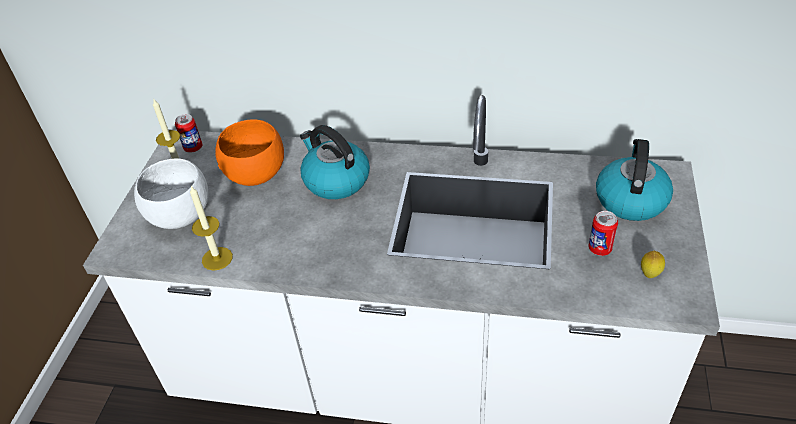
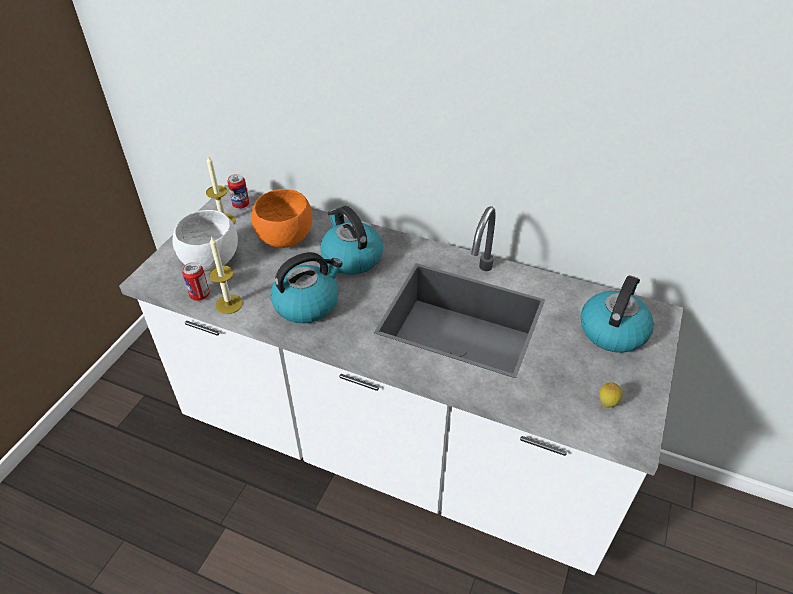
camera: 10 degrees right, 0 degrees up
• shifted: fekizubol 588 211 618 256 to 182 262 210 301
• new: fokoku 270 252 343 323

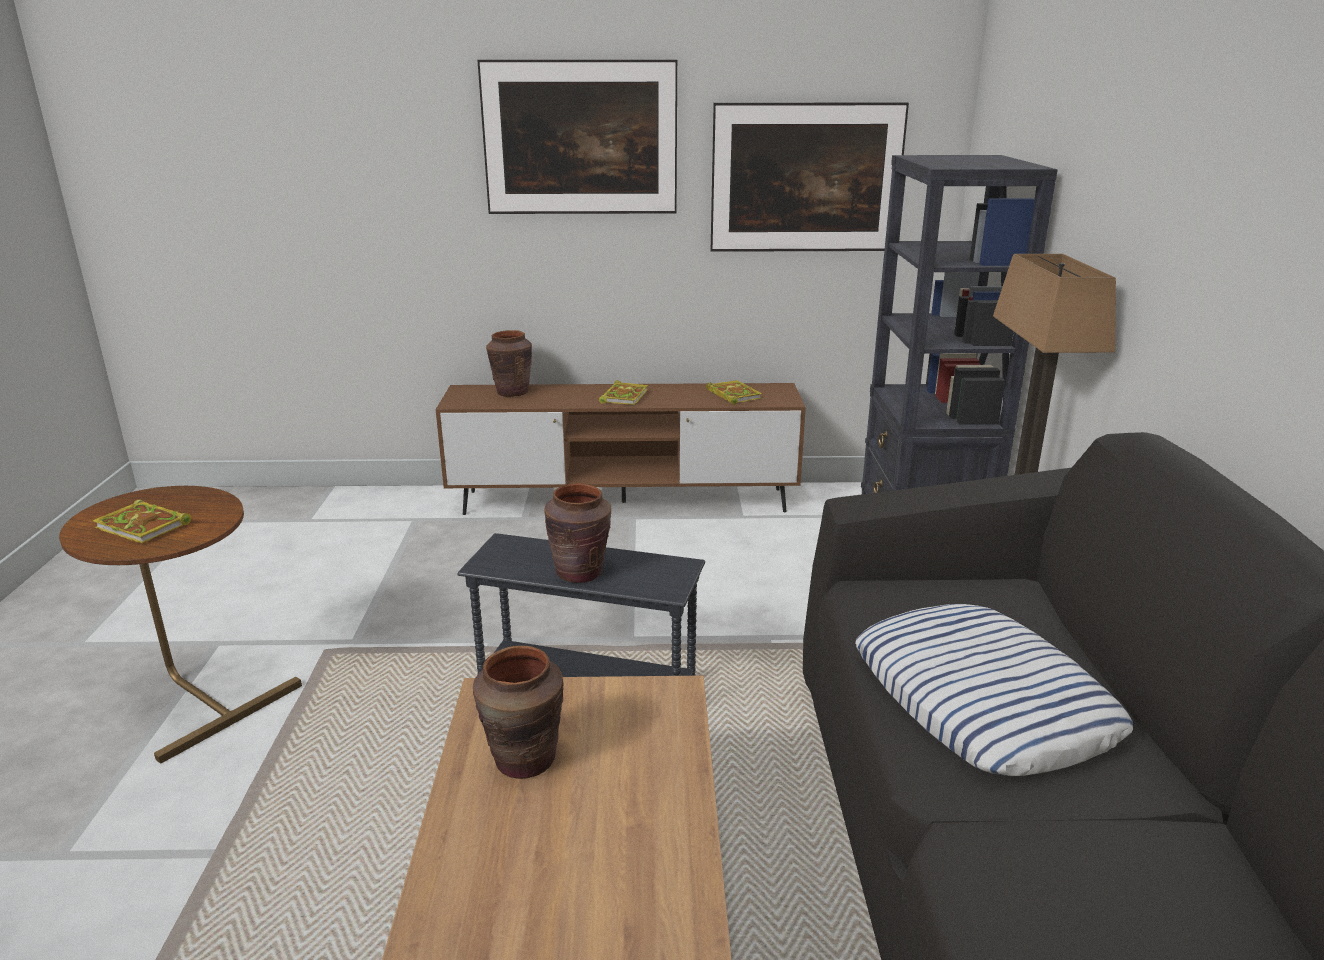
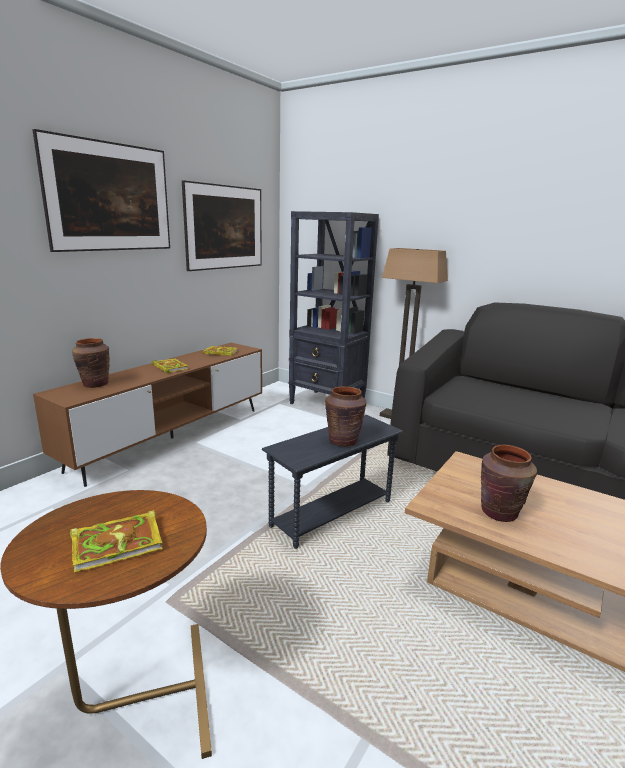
camera: 55 degrees left, 5 degrees down
• gone: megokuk 855 604 1133 776

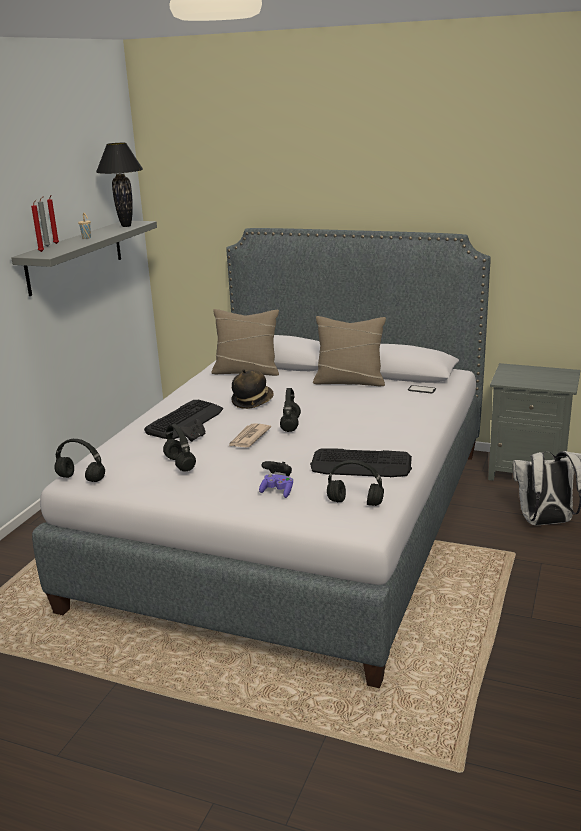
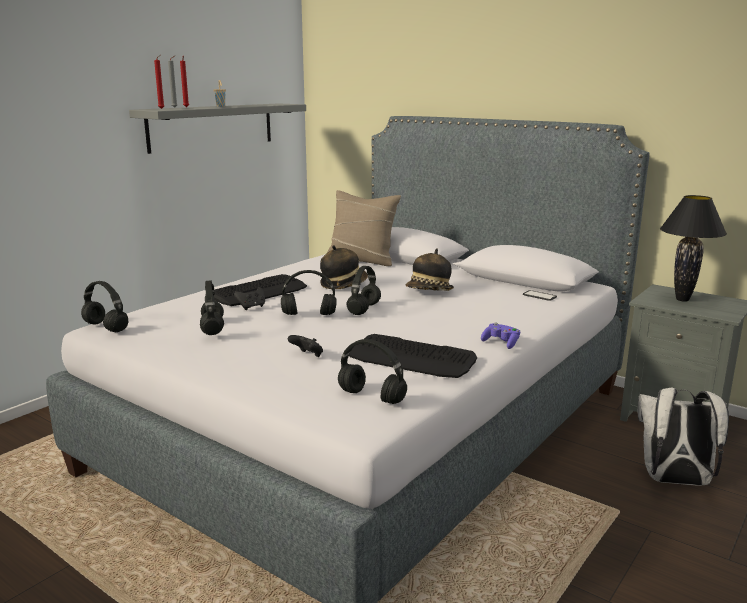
camera: 15 degrees right, 5 degrees down
• shifted: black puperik 96 143 143 227 to 660 195 727 302
• swapped: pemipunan 228 423 271 447 to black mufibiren 281 270 337 315
• shifted: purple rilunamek 259 474 293 498 to 481 323 520 349
• gone: beige megokuk 313 316 386 386
• new: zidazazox 406 248 454 291

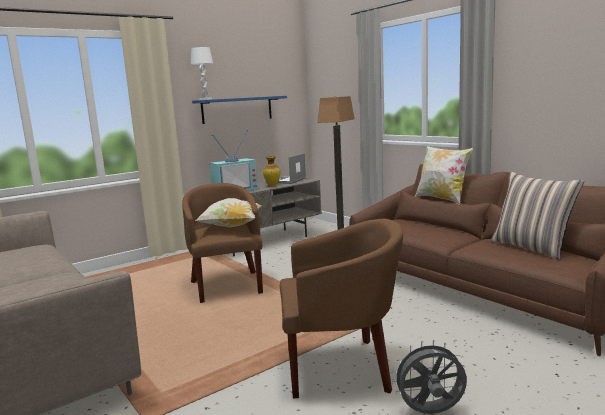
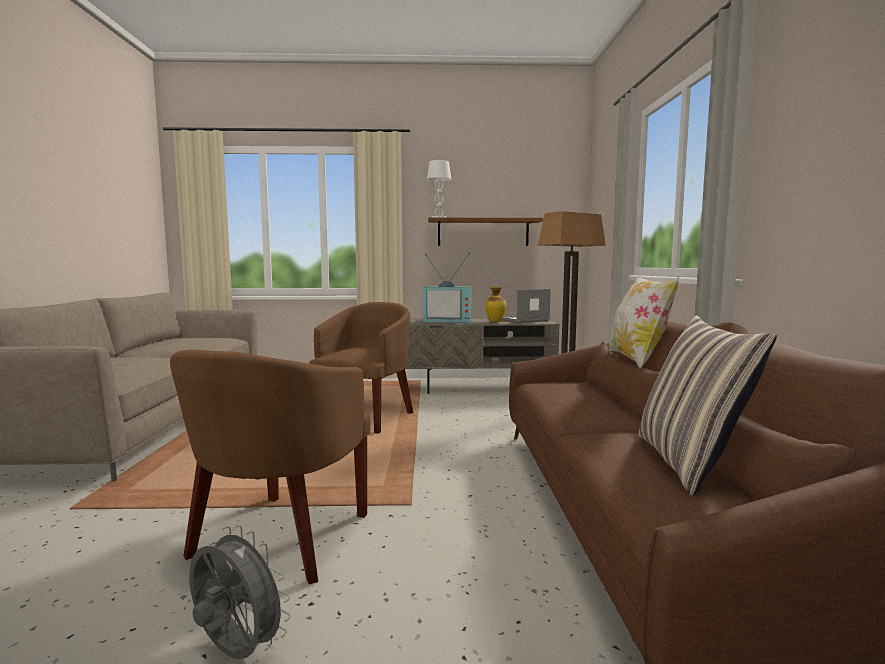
camera: 35 degrees right, 5 degrees down
• repainted: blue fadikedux 192 96 287 124 to brown fadikedux 428 218 543 246
• gone: megokuk 195 198 262 227
• rotated: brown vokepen 280 219 403 399 = 170 350 371 584 75 degrees clockwise

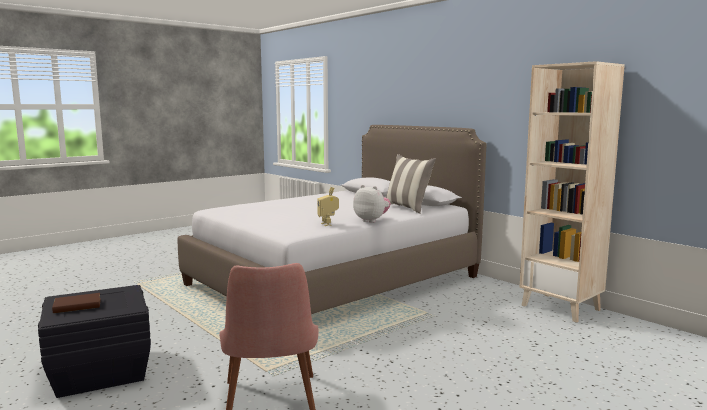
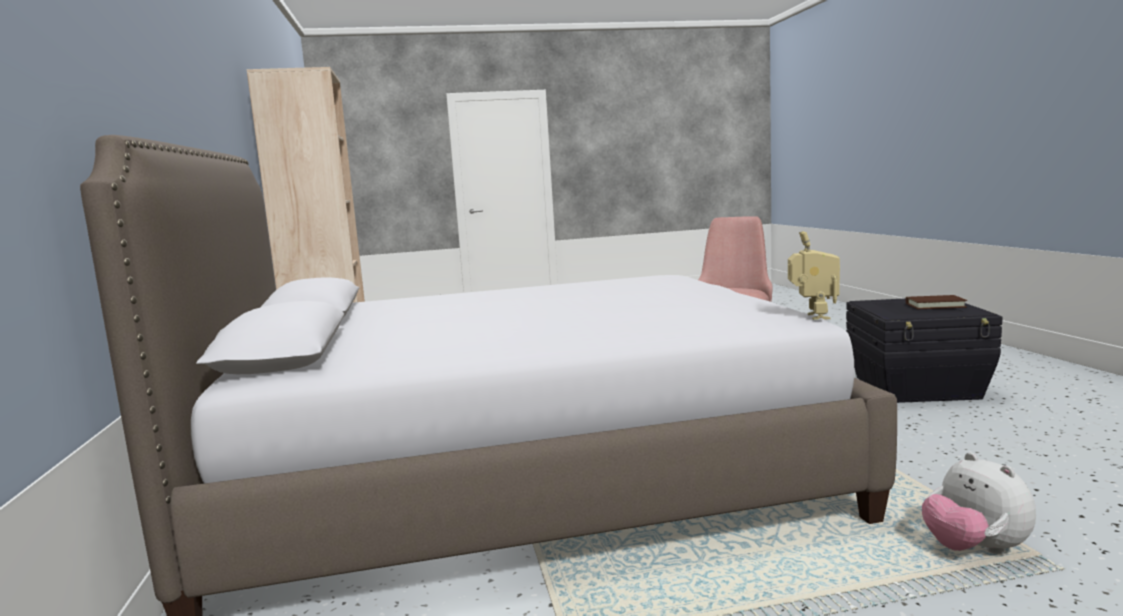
camera: 150 degrees left, 0 degrees up
• shifted: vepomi 317 187 339 226 to 788 231 840 320
• shifted: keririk 353 185 390 223 to 922 452 1036 554
• gone: megokuk 386 154 436 214

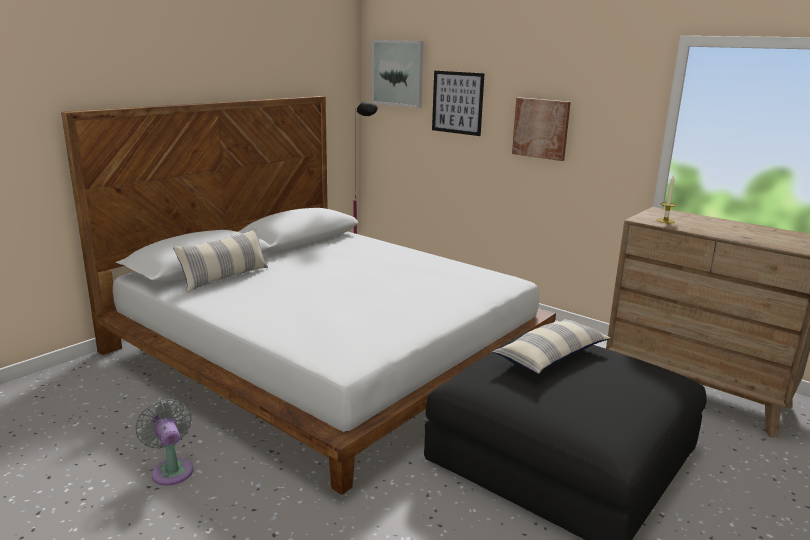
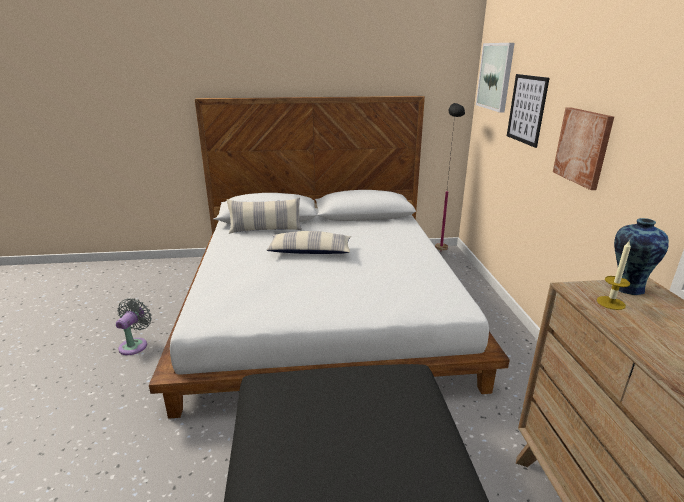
camera: 45 degrees right, 5 degrees up
• shifted: megokuk 492 319 611 374 to 266 231 351 254
• new: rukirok 614 218 669 295

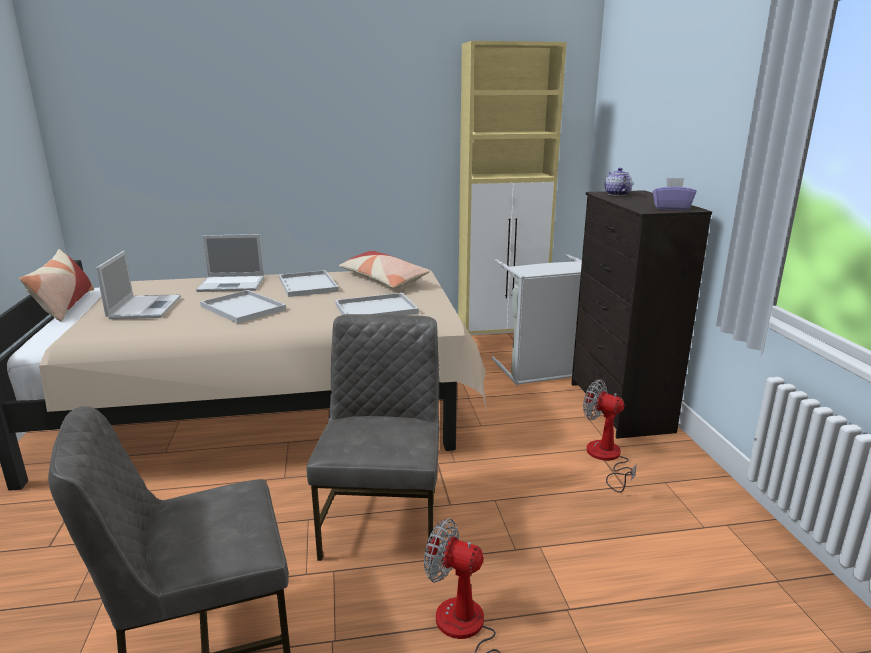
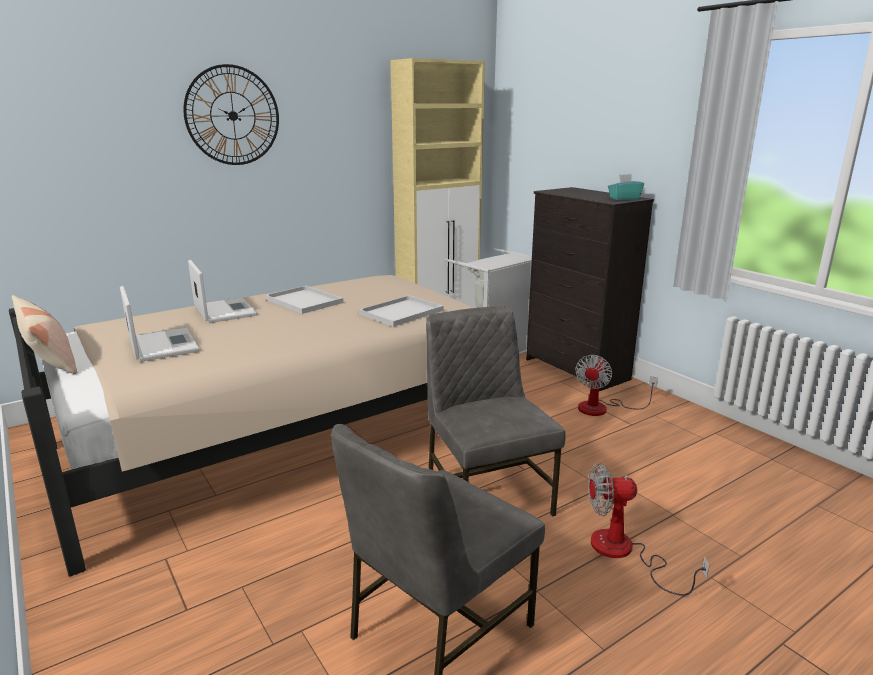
camera: 25 degrees left, 0 degrees up
• rotated: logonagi 196 234 264 292 = 188 260 257 323 90 degrees counterclockwise
• gone: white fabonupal 200 290 286 324
• gone: megokuk 339 251 430 288
• rotated: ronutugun 583 379 637 493 = 575 355 658 416 75 degrees counterclockwise
• gone: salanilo 604 168 633 196
• repainted: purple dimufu 653 178 696 210 to turquoise dimufu 608 174 644 200
• new: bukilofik 183 64 279 165

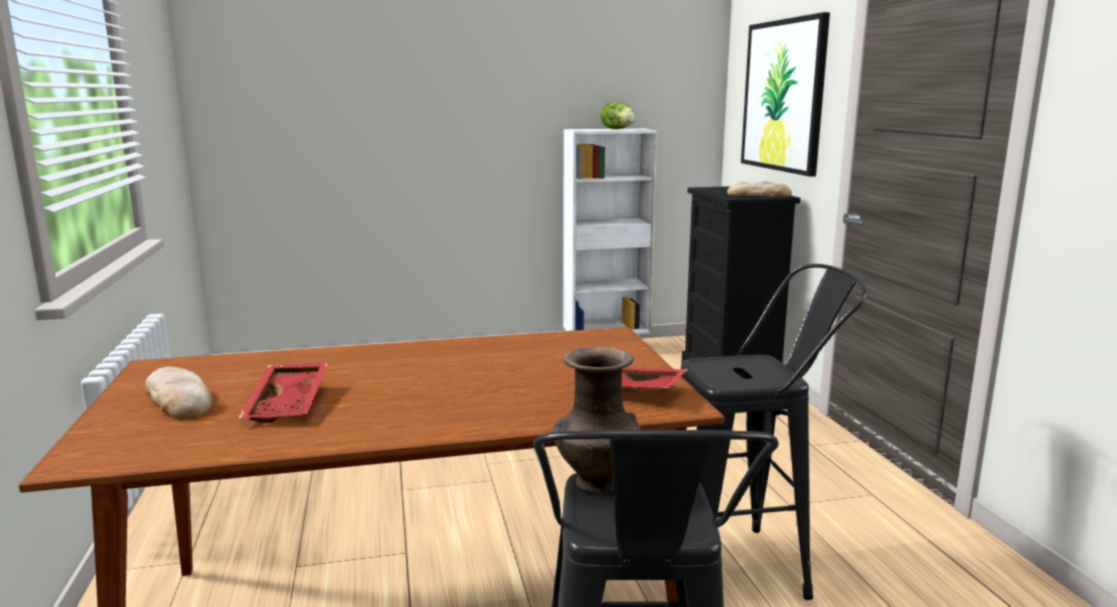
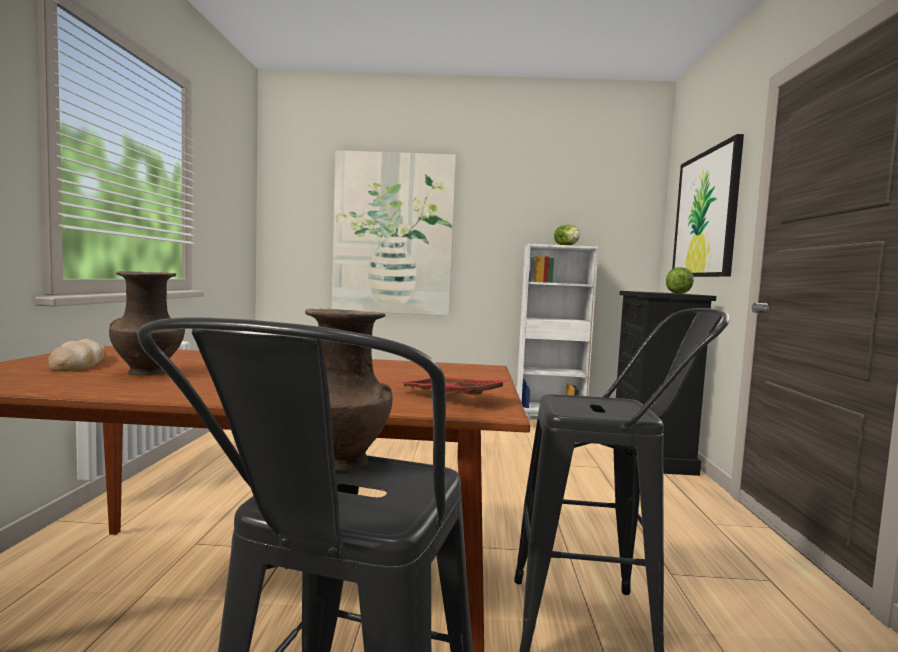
camera: 15 degrees right, 10 degrees down
• swapped: red fabonupal 239 363 328 423 to brown rukirok 109 271 185 376
• swapped: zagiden 727 181 792 197 to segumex 666 267 694 294
• new: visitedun 332 150 456 316

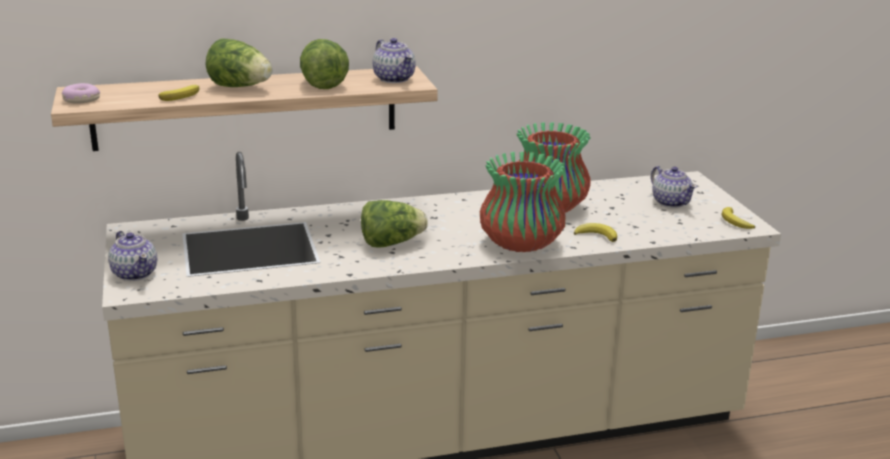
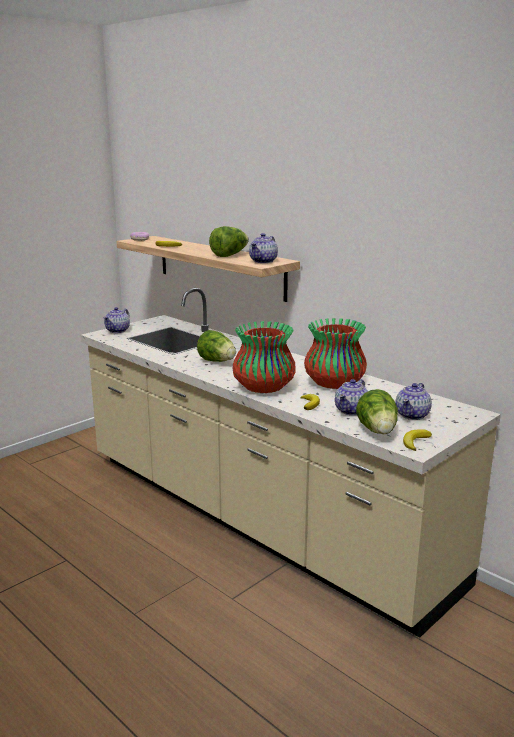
camera: 60 degrees right, 5 degrees down
• shifted: segumex 205 38 273 87 to 356 389 398 434
• new: salanilo 335 379 368 416

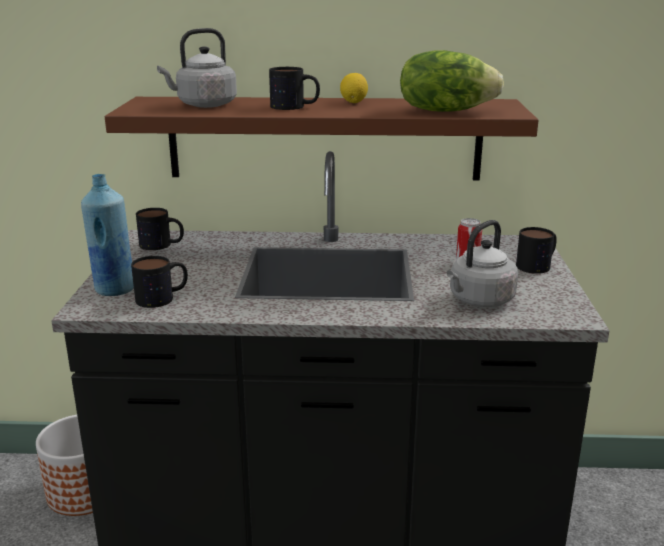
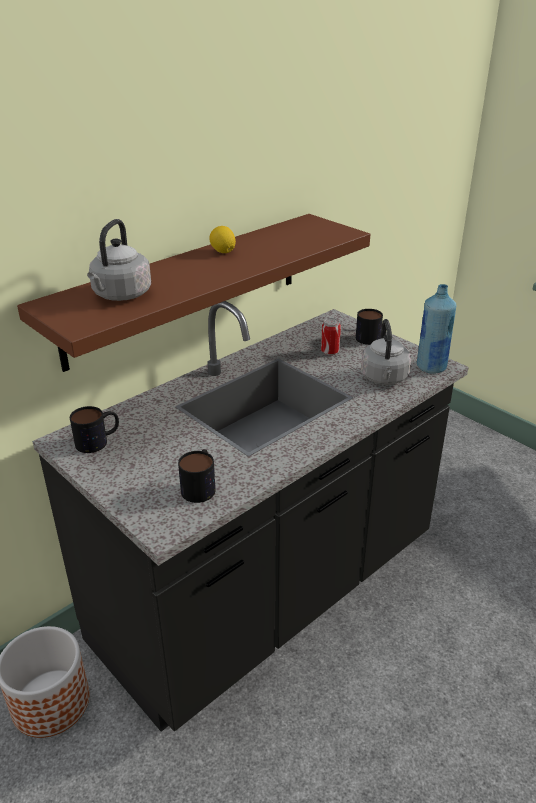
camera: 45 degrees left, 10 degrees up
• shifted: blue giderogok 81 174 134 296 to 417 284 457 374
• gone: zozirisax 269 67 320 110
• gone: segumex 400 50 504 112

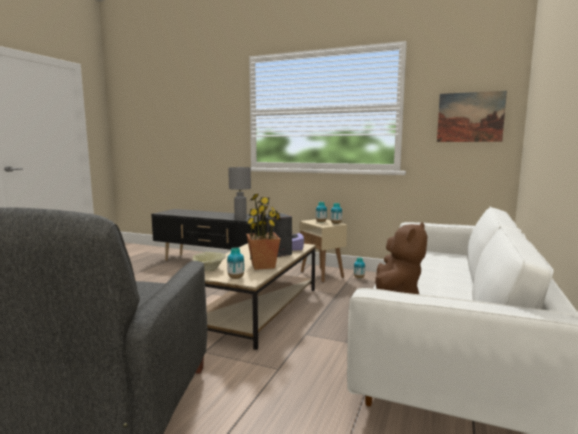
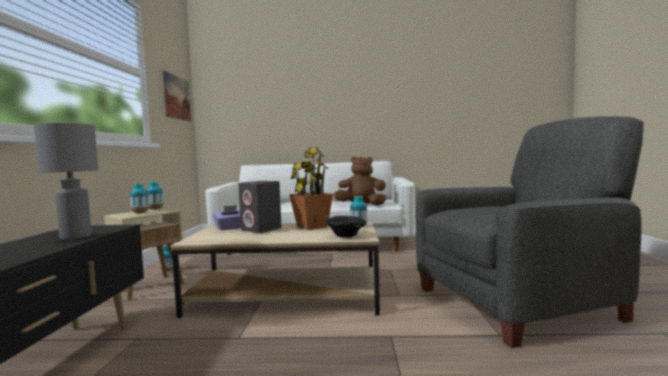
camera: 110 degrees left, 5 degrees down
• repainted: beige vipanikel 192 252 226 271 to black vipanikel 326 216 366 238

